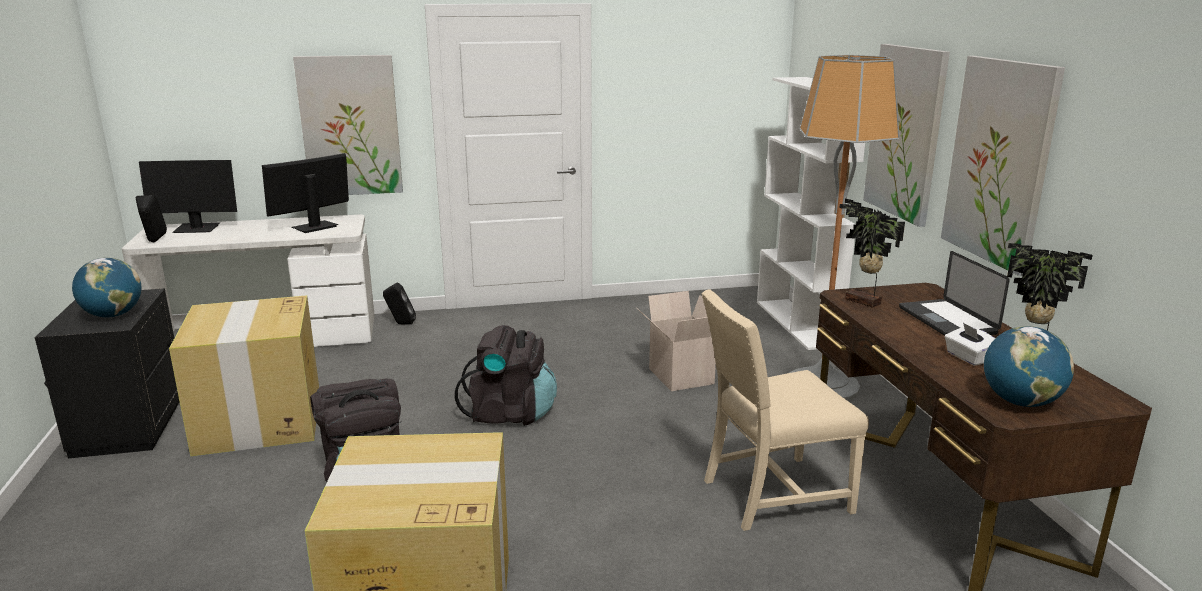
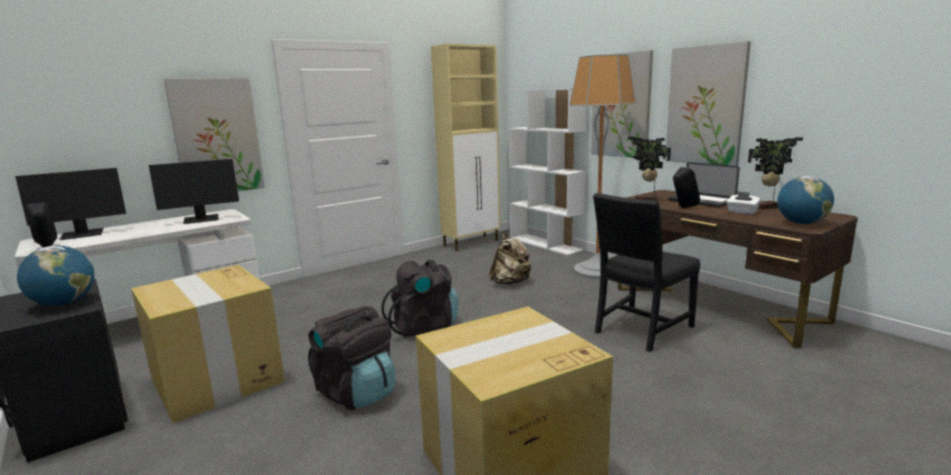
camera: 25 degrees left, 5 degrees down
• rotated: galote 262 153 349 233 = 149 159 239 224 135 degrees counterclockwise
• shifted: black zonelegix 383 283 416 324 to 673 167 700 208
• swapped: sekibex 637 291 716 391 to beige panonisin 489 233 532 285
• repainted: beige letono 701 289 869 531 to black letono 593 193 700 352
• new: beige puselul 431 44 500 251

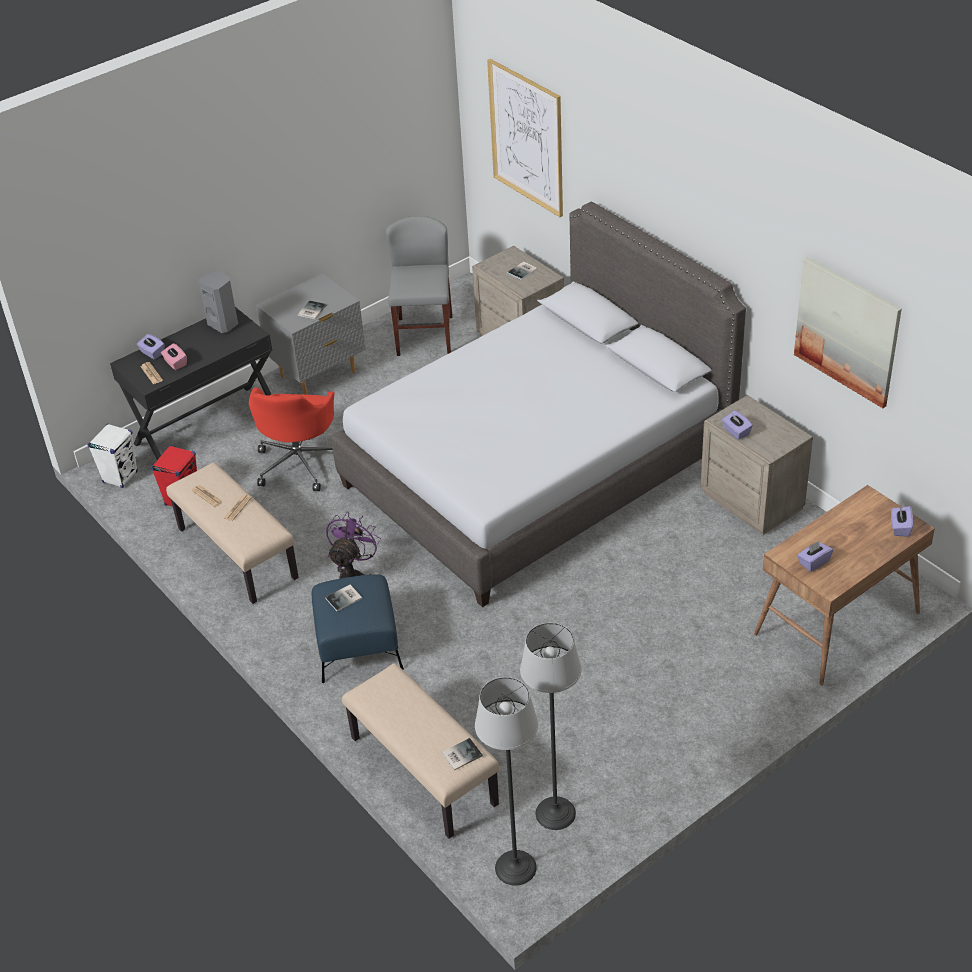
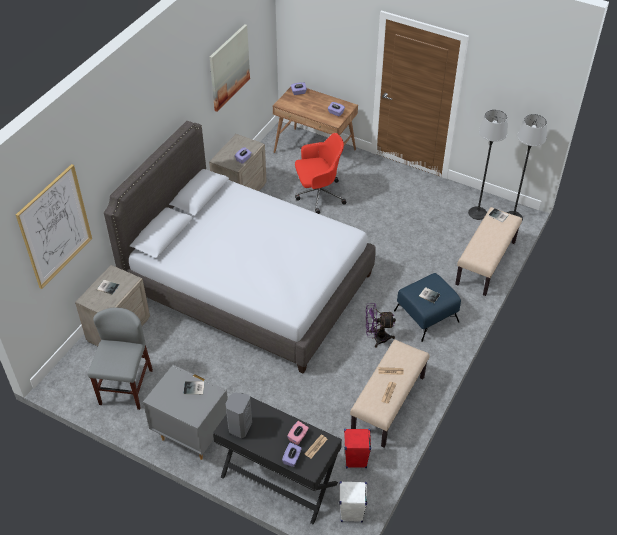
camera: 115 degrees left, 5 degrees up
• shifted: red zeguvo 249 388 334 491 to 295 133 347 214
• rotated: grey letono 386 216 453 356 = 87 307 153 410 120 degrees clockwise

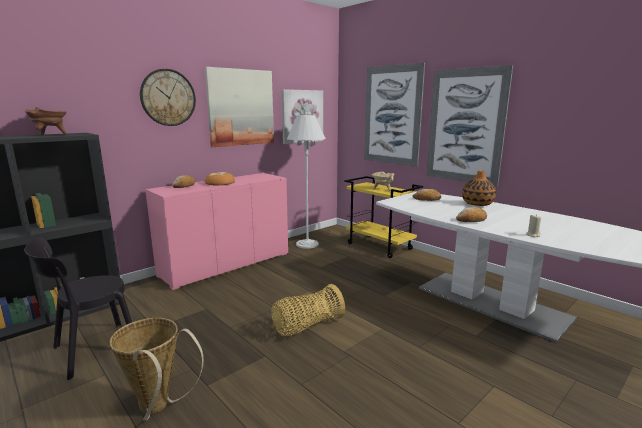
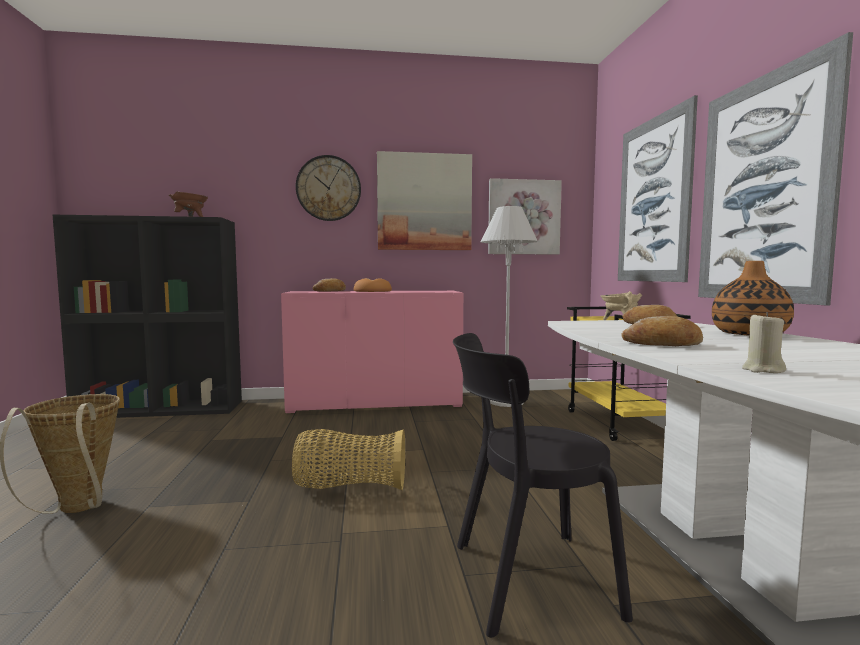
camera: 35 degrees right, 10 degrees down
• shifted: black letono 24 237 132 380 to 453 333 633 638

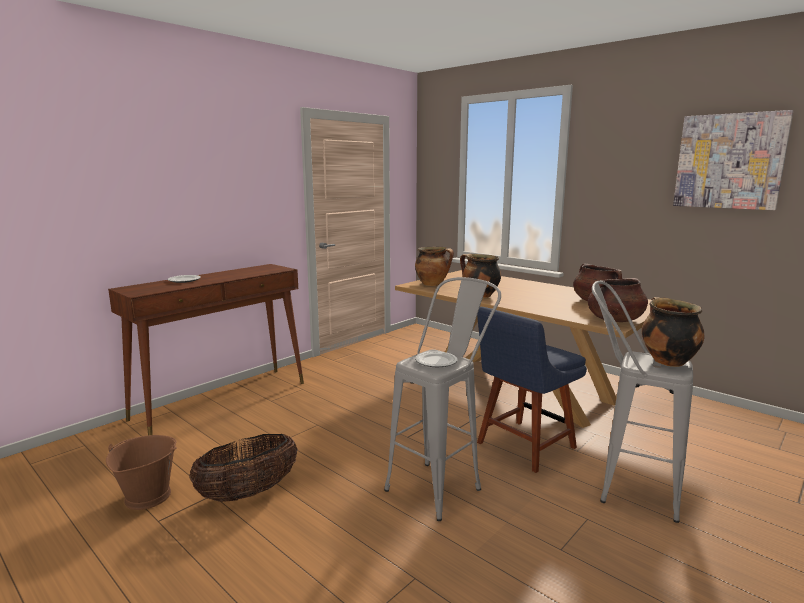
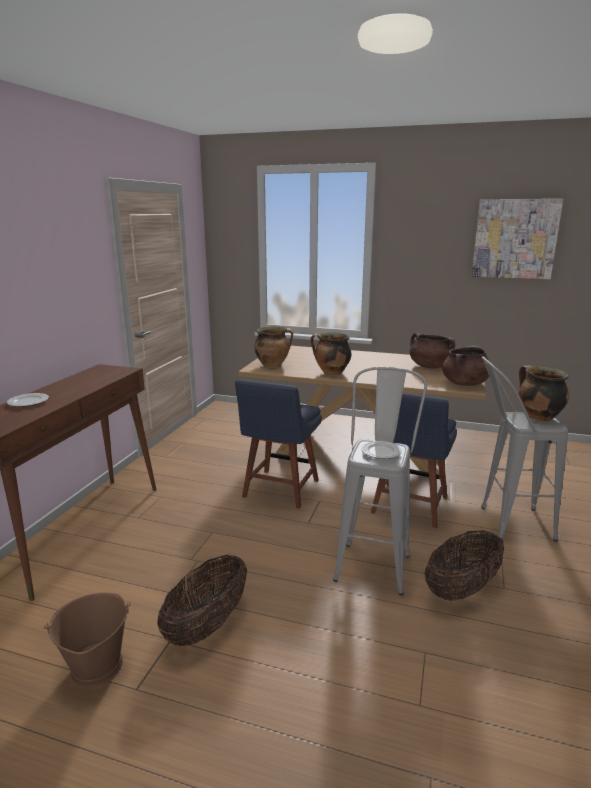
camera: 25 degrees left, 5 degrees up
• new: blue letono 235 380 322 509
• new: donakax 424 530 504 601

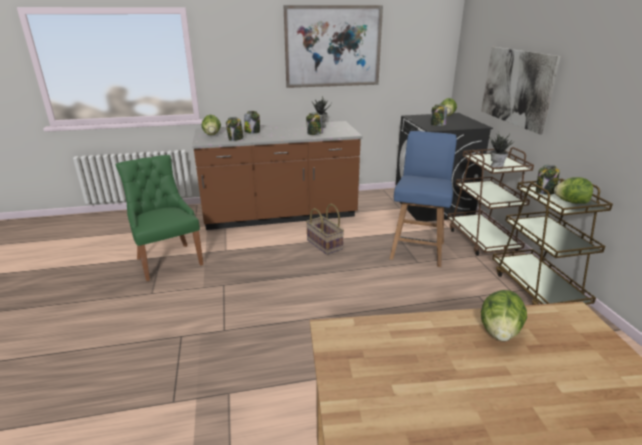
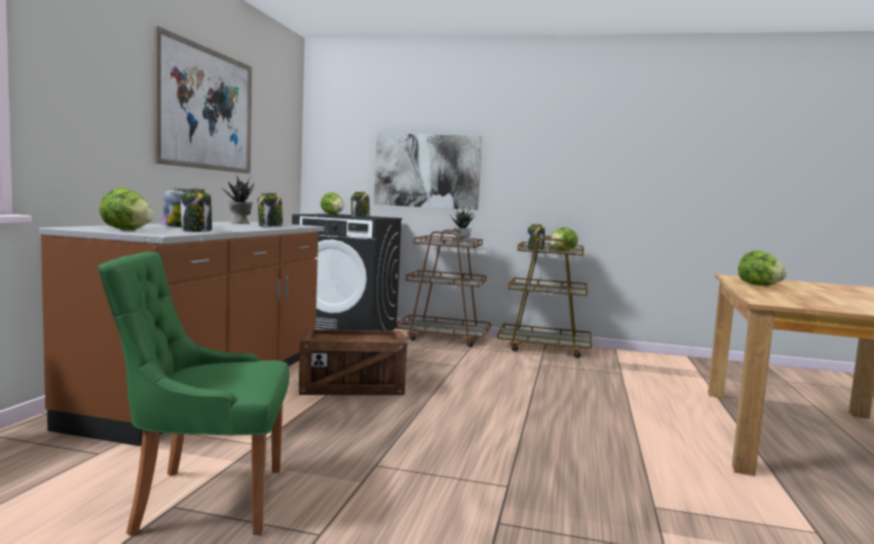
camera: 65 degrees left, 20 degrees down
• swapped: donakax 306 204 344 255 to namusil 299 329 407 395
• gone: blue letono 390 131 457 267

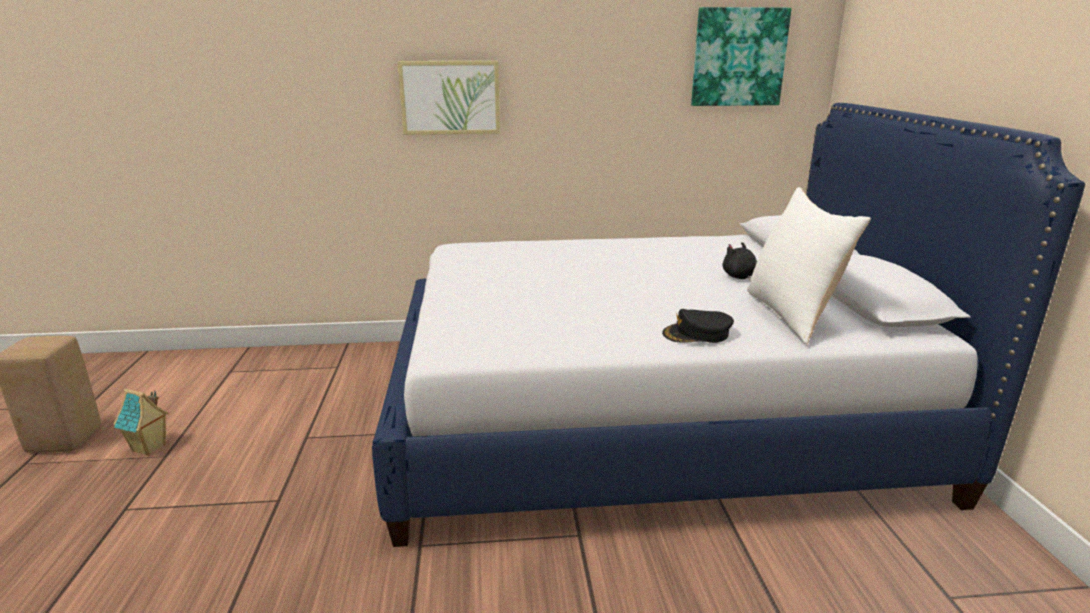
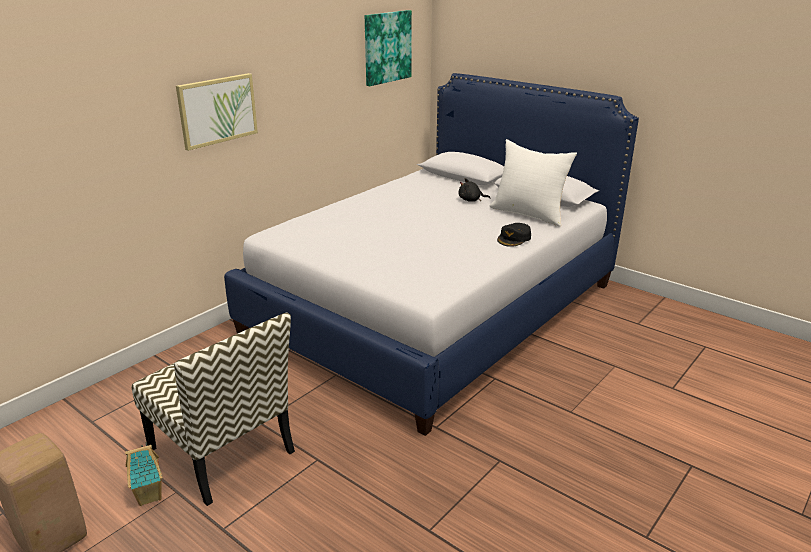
camera: 45 degrees left, 5 degrees up
• new: letono 132 312 295 506

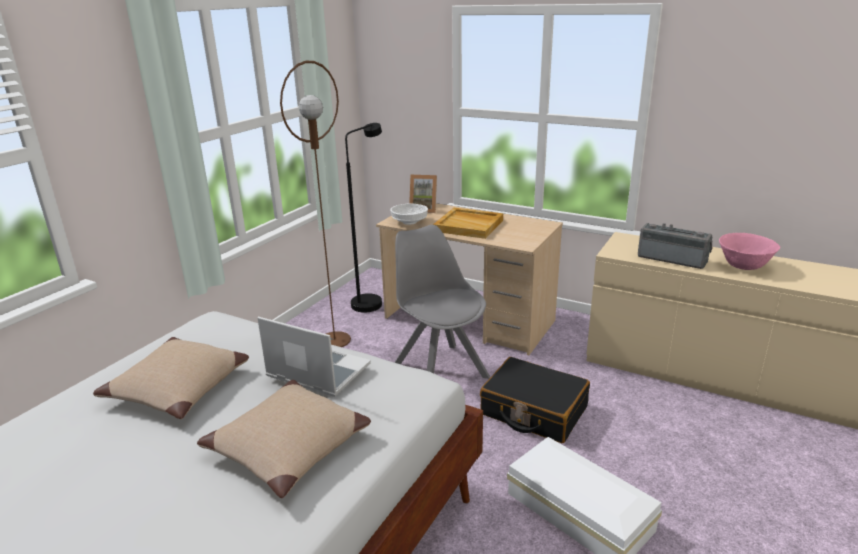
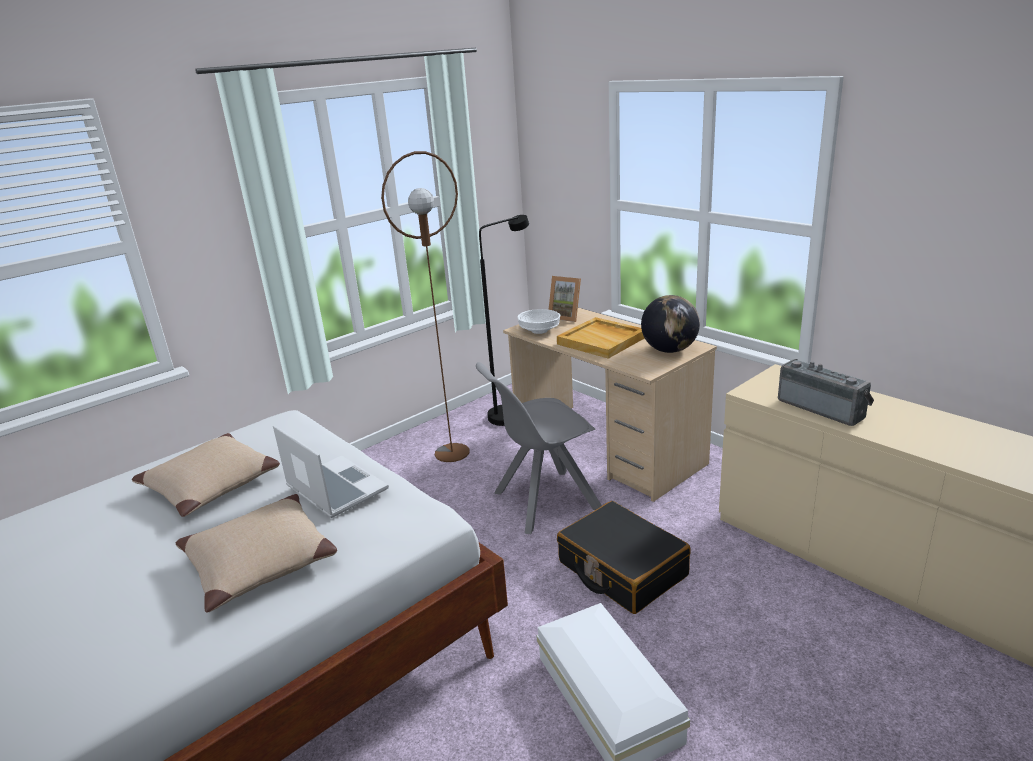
camera: 20 degrees right, 0 degrees up
• rotated: grey letono 395 225 490 379 = 476 362 602 534 105 degrees counterclockwise
• gone: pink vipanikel 719 233 780 270
• new: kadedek 641 295 700 353

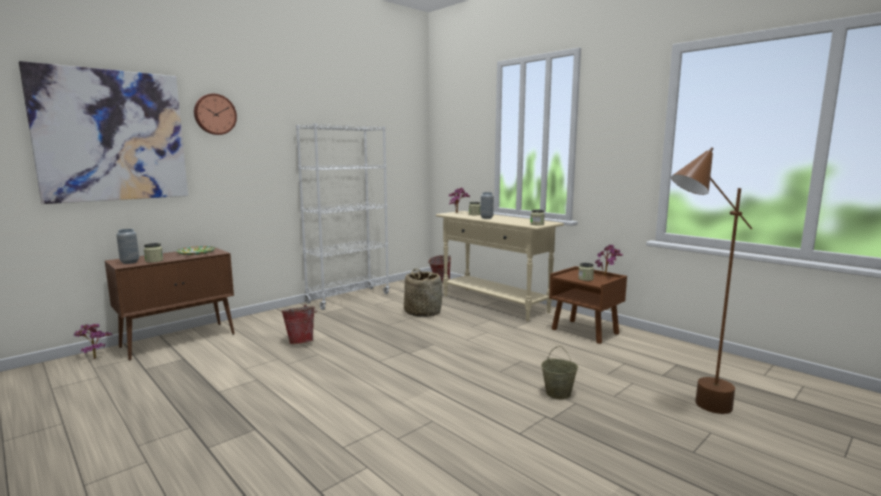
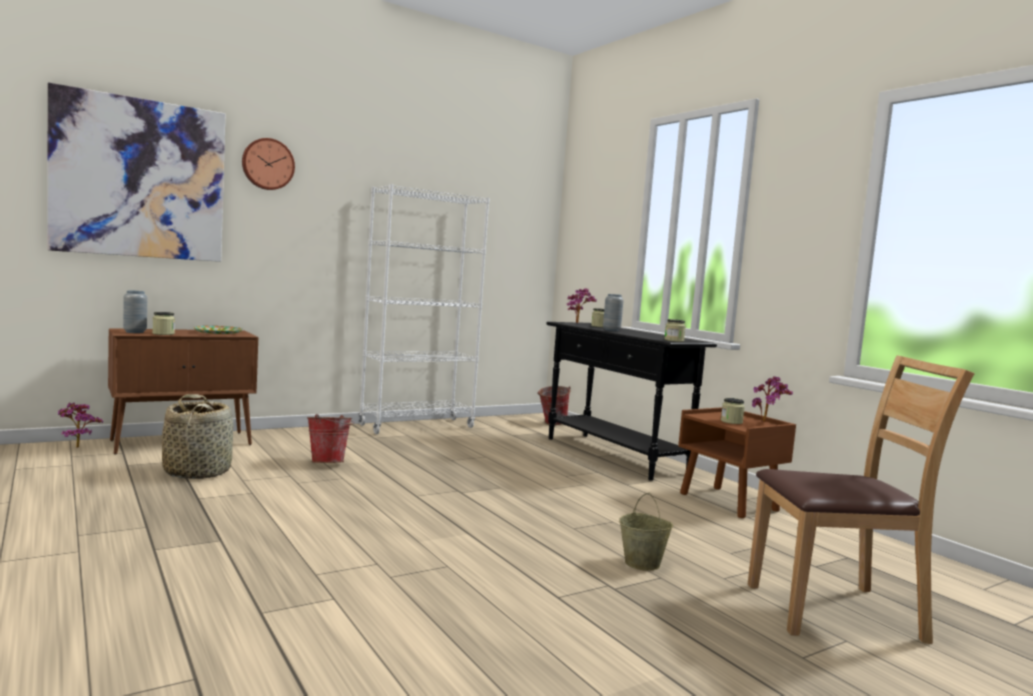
camera: 10 degrees right, 5 degrees down
• shifted: donakax 404 268 442 317 to 162 394 234 479
• repainted: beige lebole 436 211 564 321 to black lebole 546 322 717 481
• swapped: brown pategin 671 147 752 414 to brown letono 748 355 975 644

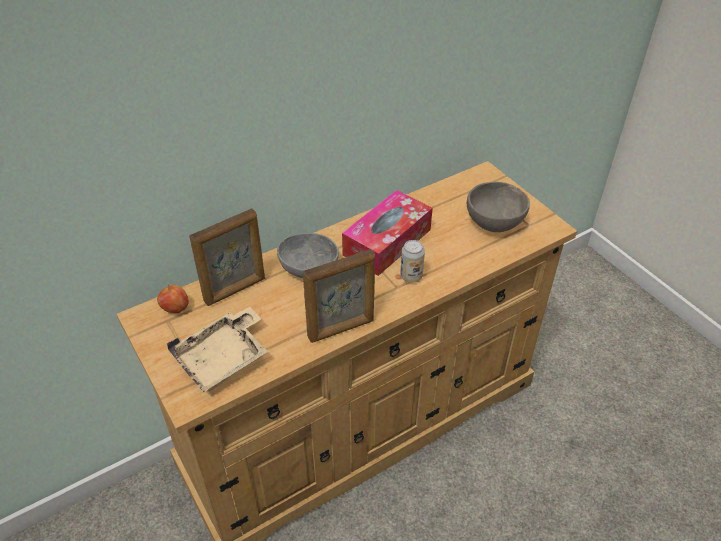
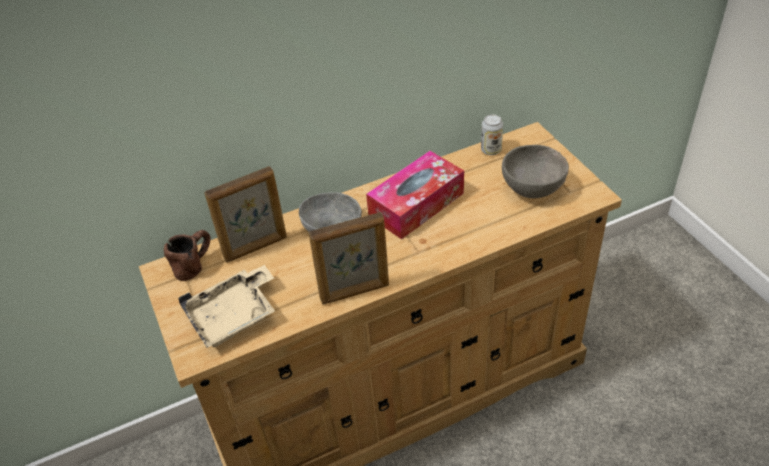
camera: 10 degrees right, 0 degrees up
• swapped: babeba 157 285 189 313 to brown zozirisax 164 230 210 281
• shifted: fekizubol 400 240 425 283 to 481 114 503 155

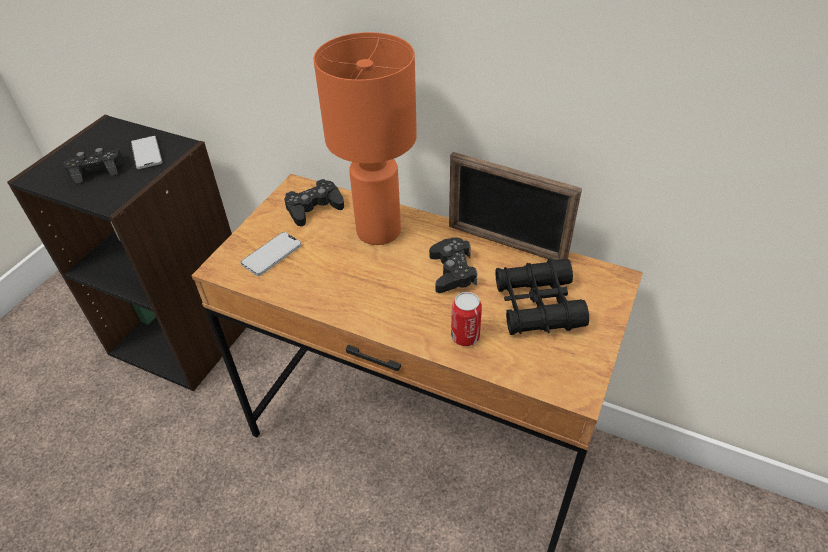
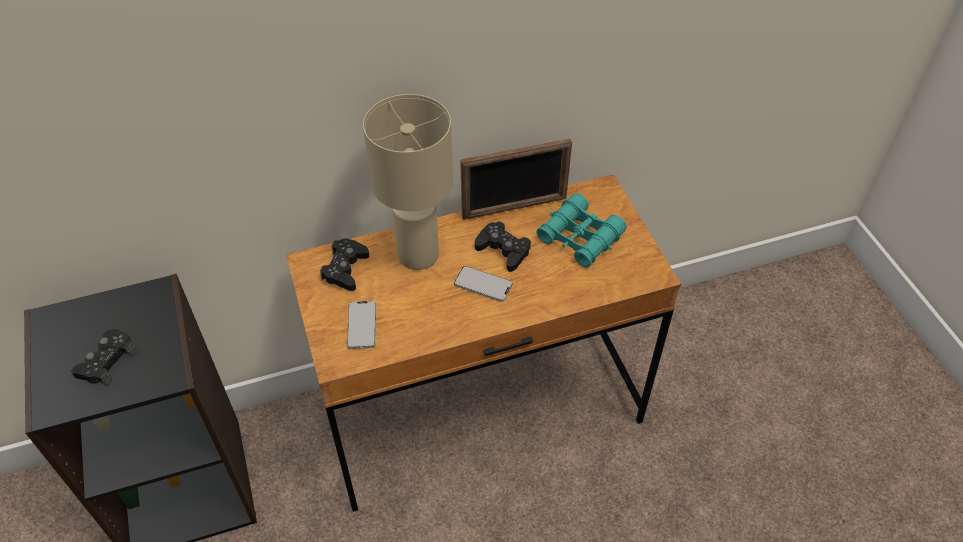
camera: 45 degrees left, 5 degrees up
• shifted: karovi 131 136 162 169 to 454 266 513 302
• repainted: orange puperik 313 32 417 245 to beige puperik 363 94 453 270
• gone: fekizubol 451 292 482 346
• repainted: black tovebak 495 258 589 335 to turquoise tovebak 536 193 627 267

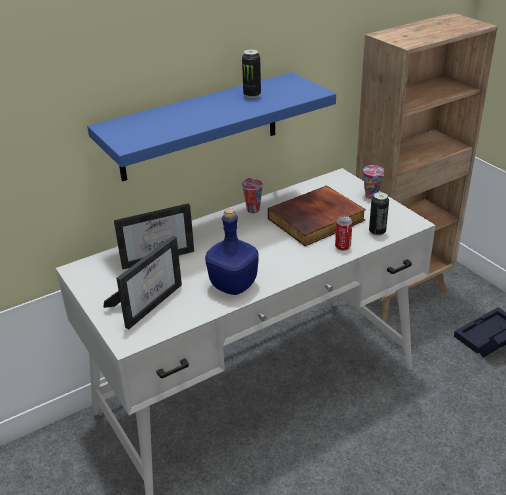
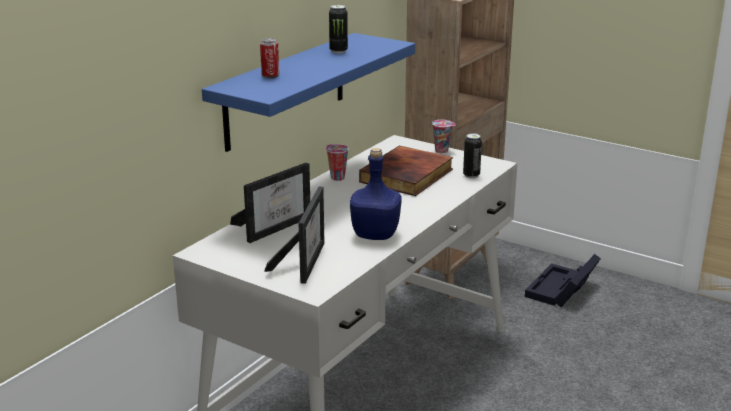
camera: 25 degrees left, 10 degrees down
• shifted: fekizubol 335 216 353 251 to 260 38 279 78

